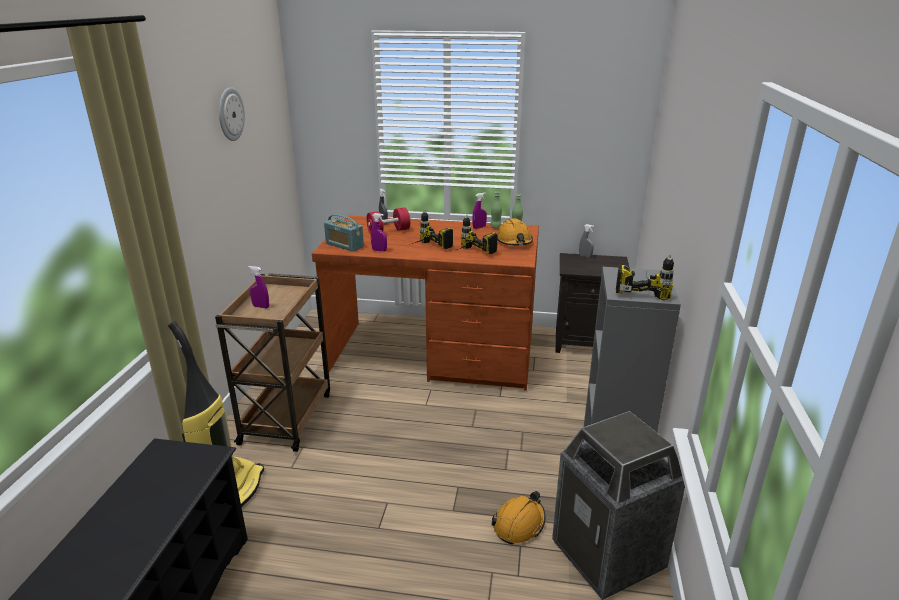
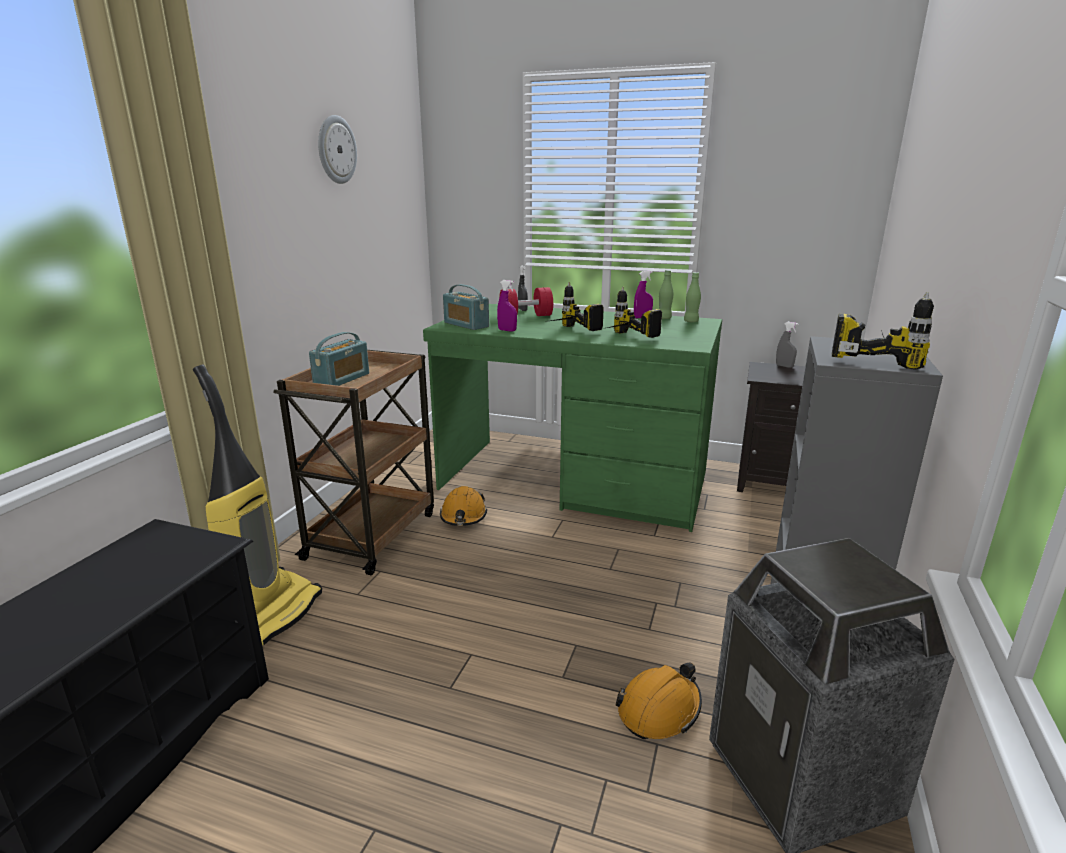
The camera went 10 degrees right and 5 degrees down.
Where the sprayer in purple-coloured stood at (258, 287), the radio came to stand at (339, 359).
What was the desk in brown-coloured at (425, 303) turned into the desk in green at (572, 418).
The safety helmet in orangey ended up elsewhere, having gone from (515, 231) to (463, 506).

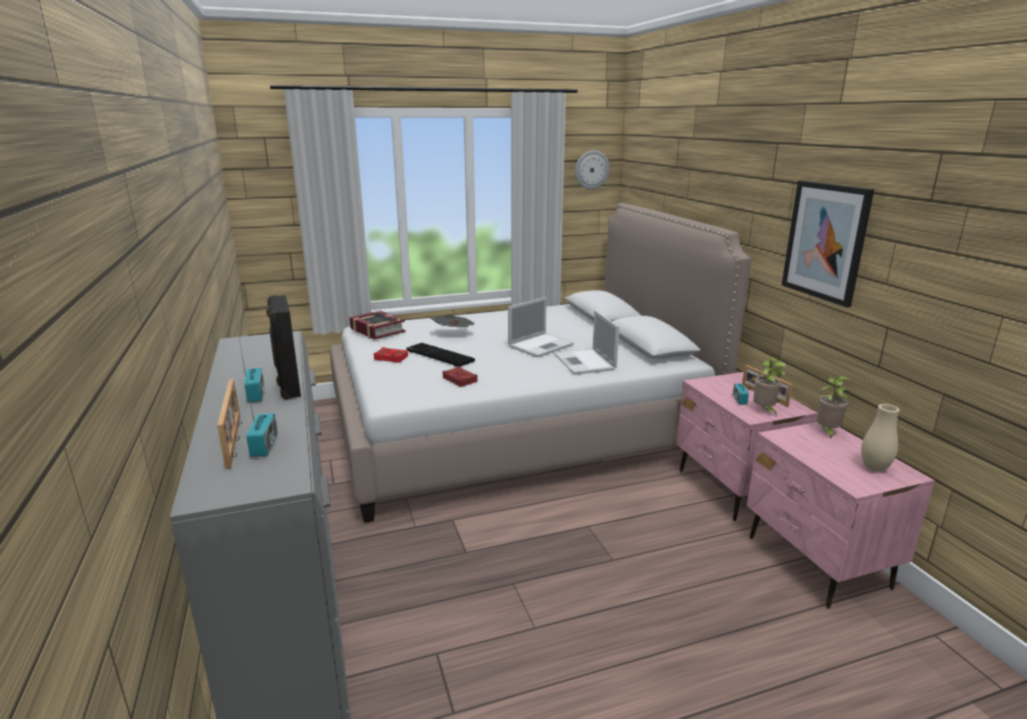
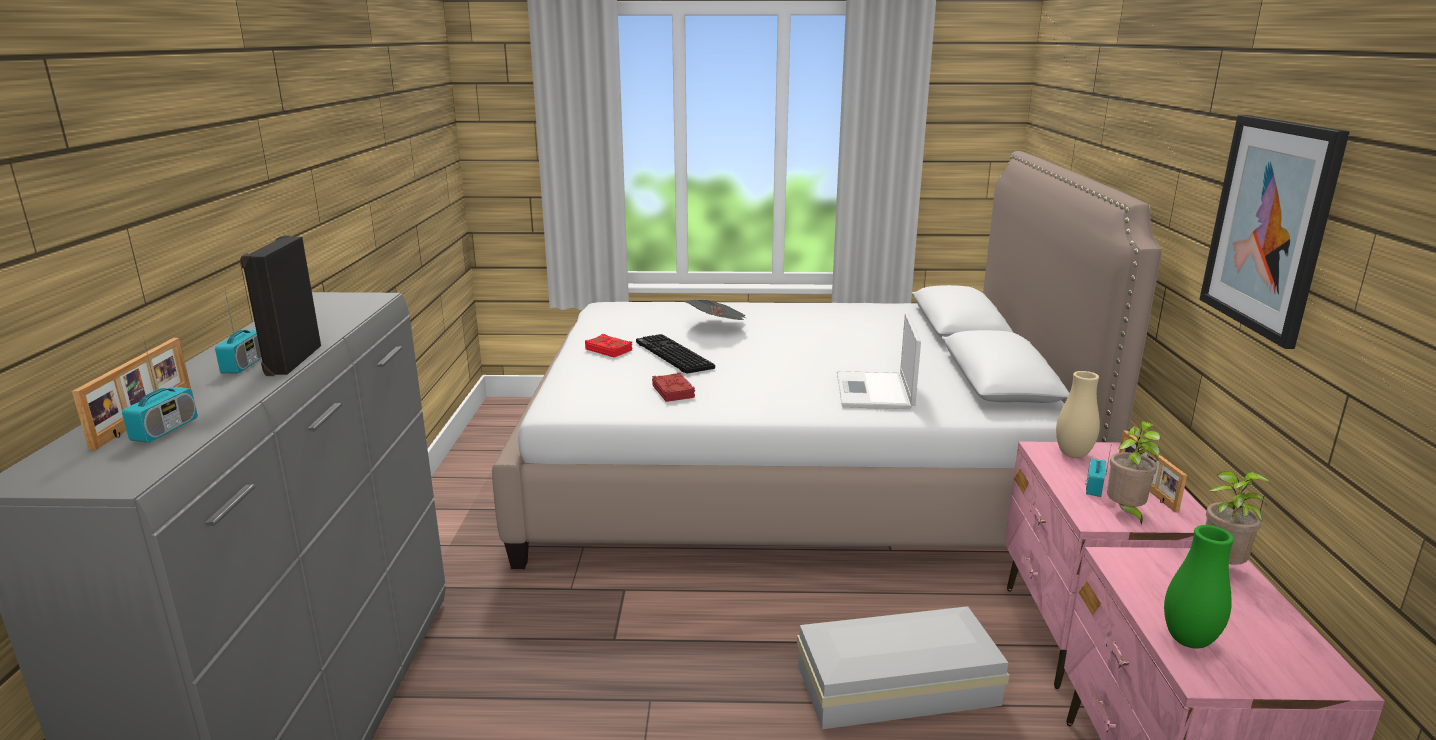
The camera went 20 degrees right and 0 degrees up.
The second view gained the storage container in white at (903, 667).
The flower vase in beige ended up elsewhere, having gone from (880, 438) to (1078, 414).
The second view gained the flower vase in green at (1199, 587).
The second view lost the bound book at (378, 325).
The second view lost the portable computer at (541, 327).
The second view lost the hanging clock at (592, 170).

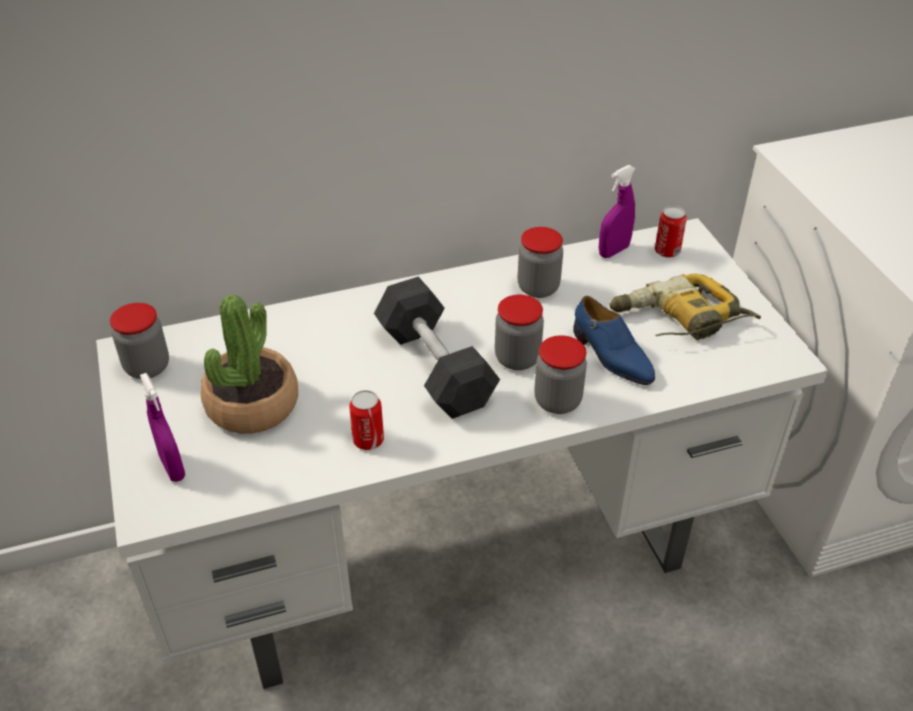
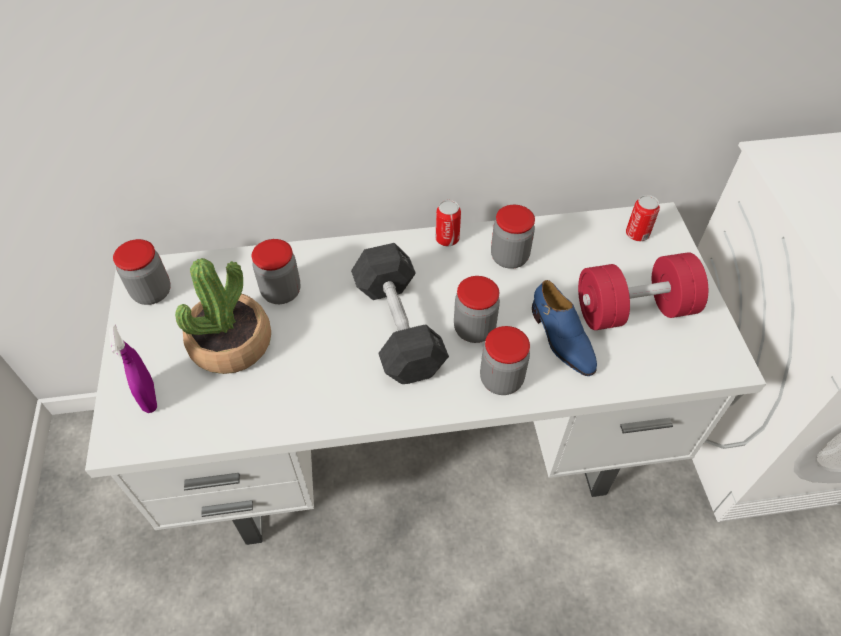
The camera went 10 degrees right and 10 degrees up.
The second view gained the jar at (276, 271).
The sealed can ended up elsewhere, having gone from (366, 420) to (448, 223).
Where the drill stood at (685, 306), the dumbbell in red came to stand at (643, 291).
The second view lost the sprayer in purple-coloured at (617, 211).

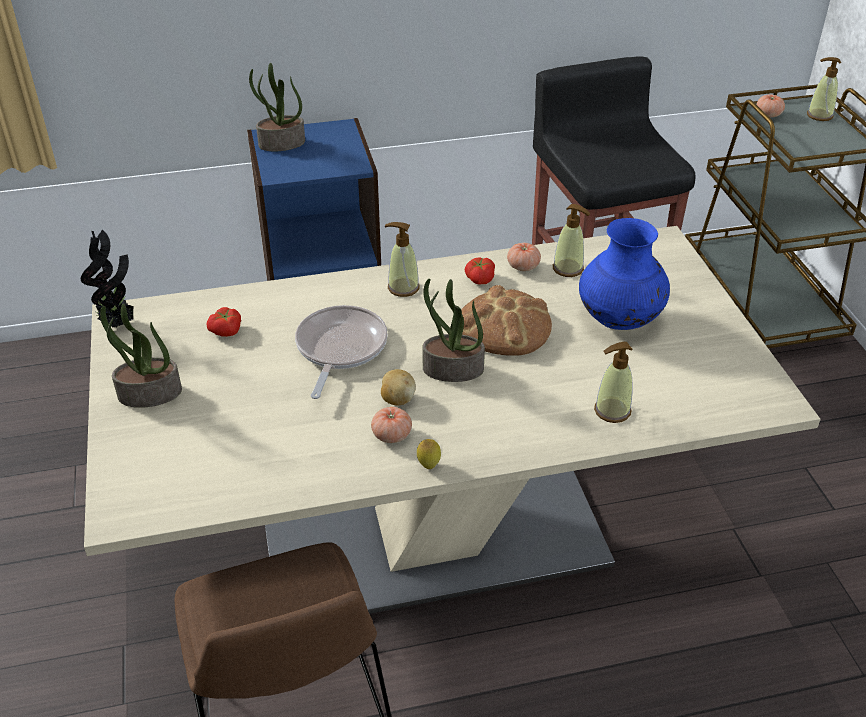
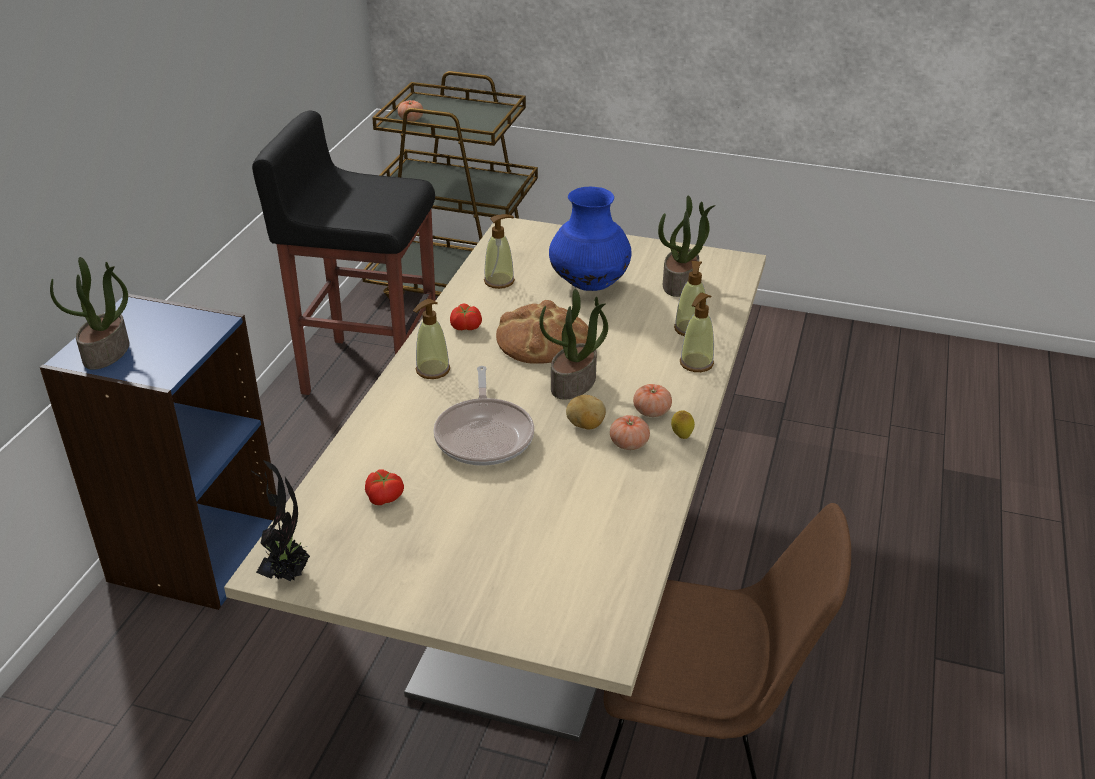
The camera went 60 degrees left and 5 degrees down.
The pan at (341, 352) ended up facing another way, 135 degrees counterclockwise from before.
The fresh tomato ended up elsewhere, having gone from (524, 257) to (652, 400).
The potted plant ended up elsewhere, having gone from (141, 356) to (687, 246).
The soap bottle ended up elsewhere, having gone from (824, 89) to (697, 332).

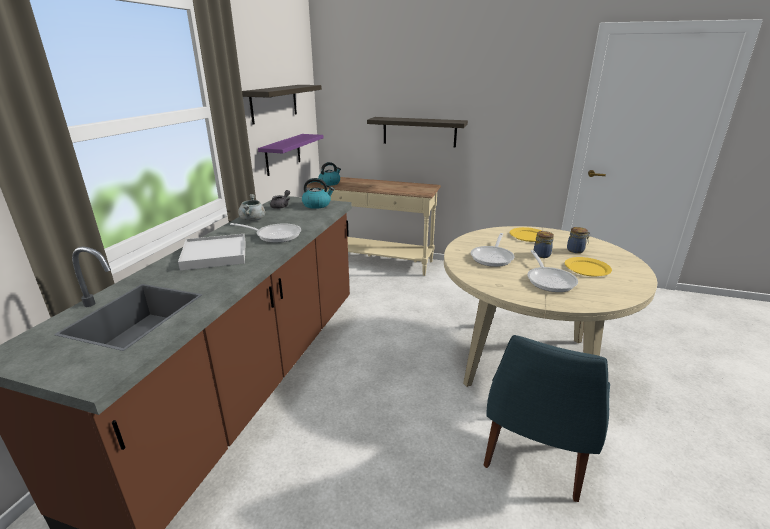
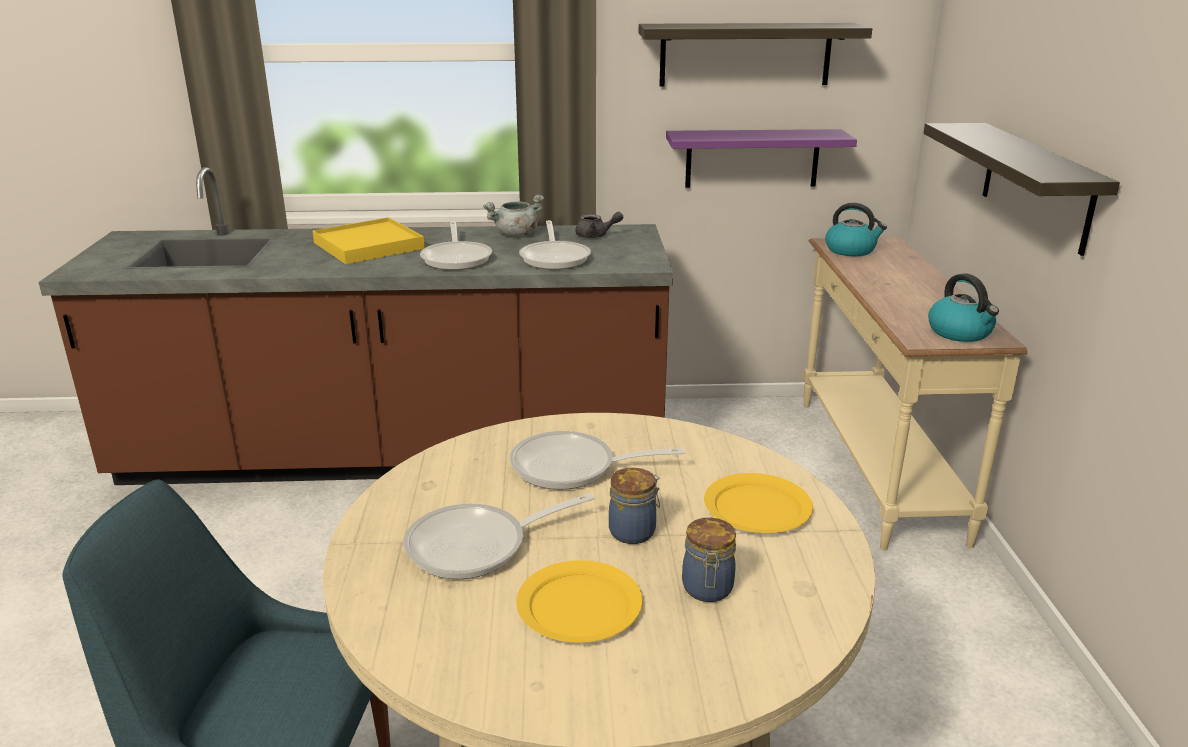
The camera went 70 degrees right and 0 degrees up.
What was the tray in white at (212, 252) turned into the tray in yellow-coloured at (369, 240).
The second view gained the pan at (555, 245).
The kettle ended up elsewhere, having gone from (318, 193) to (963, 307).

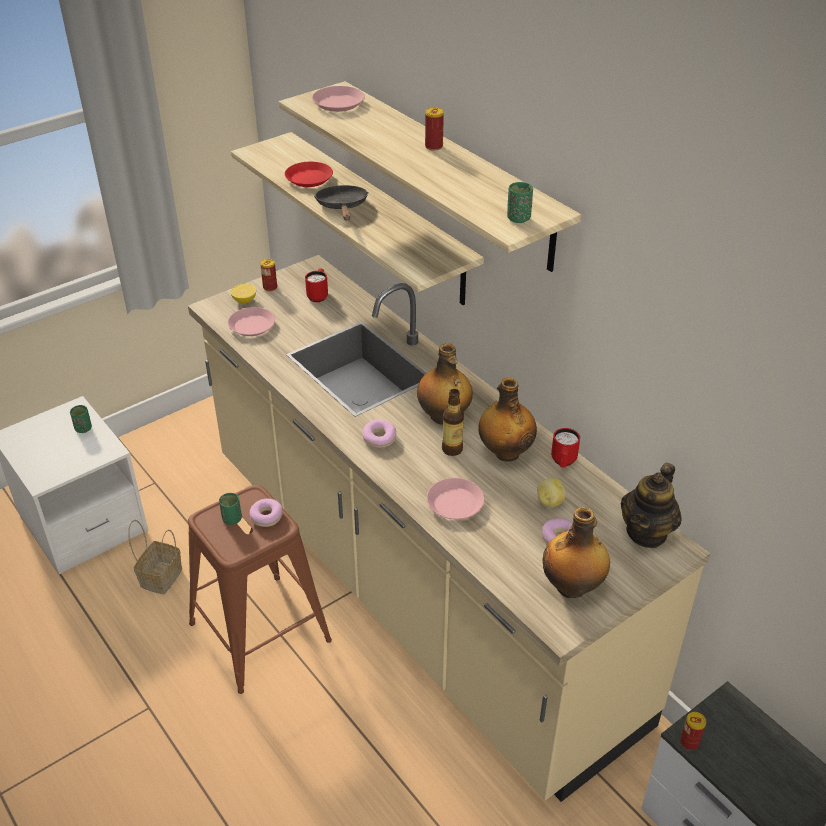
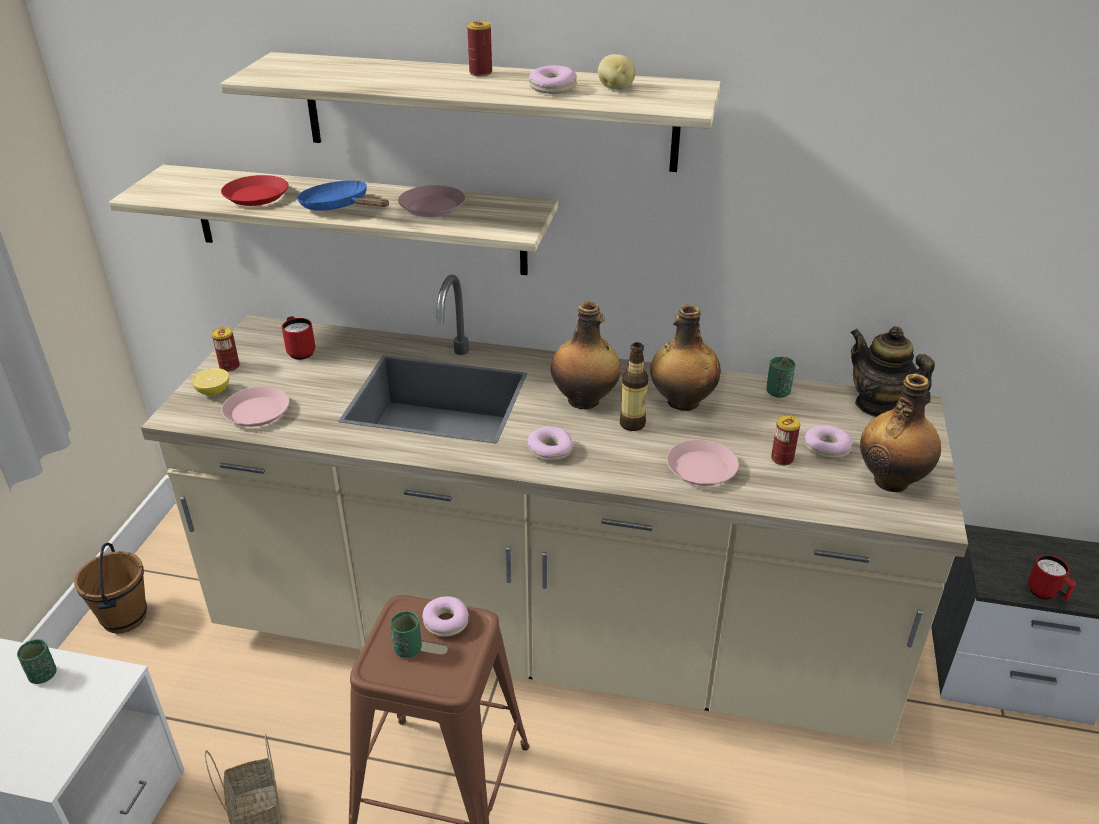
The camera went 40 degrees left and 5 degrees down.
The second view gained the water bucket in brown-coloured at (110, 588).
What was the pan in black-coloured at (341, 202) turned into the pan in bluish at (343, 195).
The plate in pinkish ended up elsewhere, having gone from (338, 99) to (432, 201).
The second view gained the donut at (553, 79).
The spud ended up elsewhere, having gone from (551, 492) to (617, 72).
The drinking cup in green ended up elsewhere, having gone from (520, 202) to (780, 377).
The sealed can ended up elsewhere, having gone from (693, 731) to (786, 440).
The tea pot at (651, 505) ended up facing another way, 150 degrees clockwise from before.
The coffee mug in red ended up elsewhere, having gone from (565, 448) to (1052, 578).

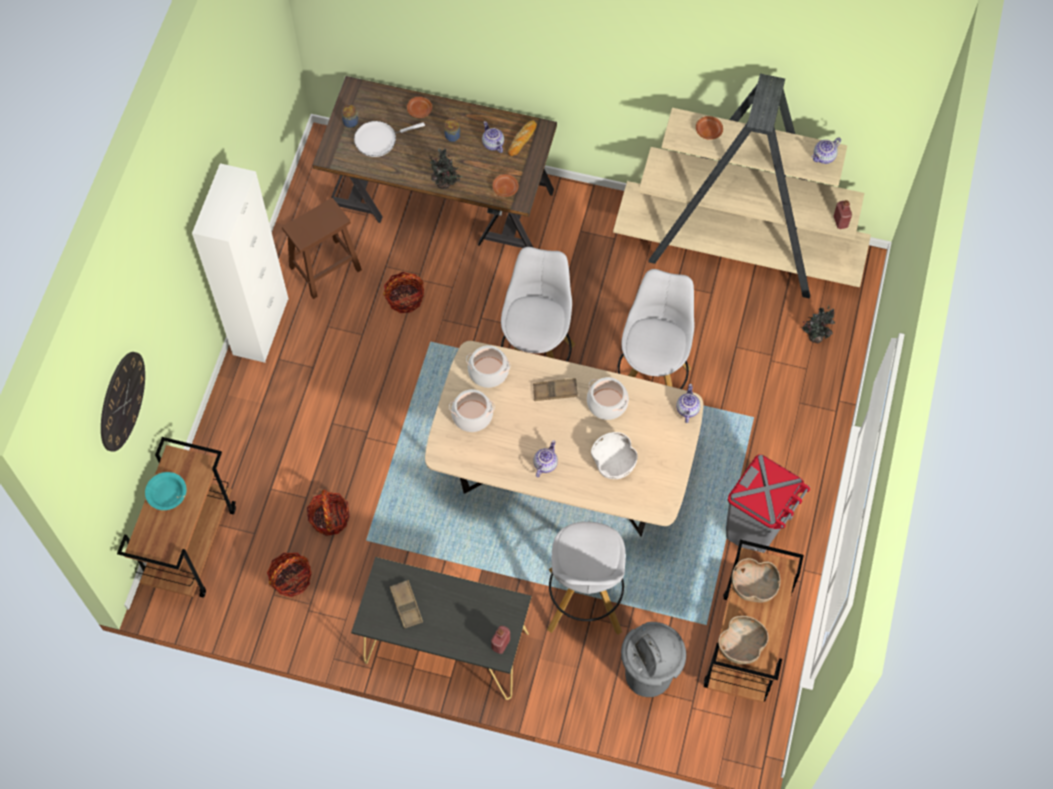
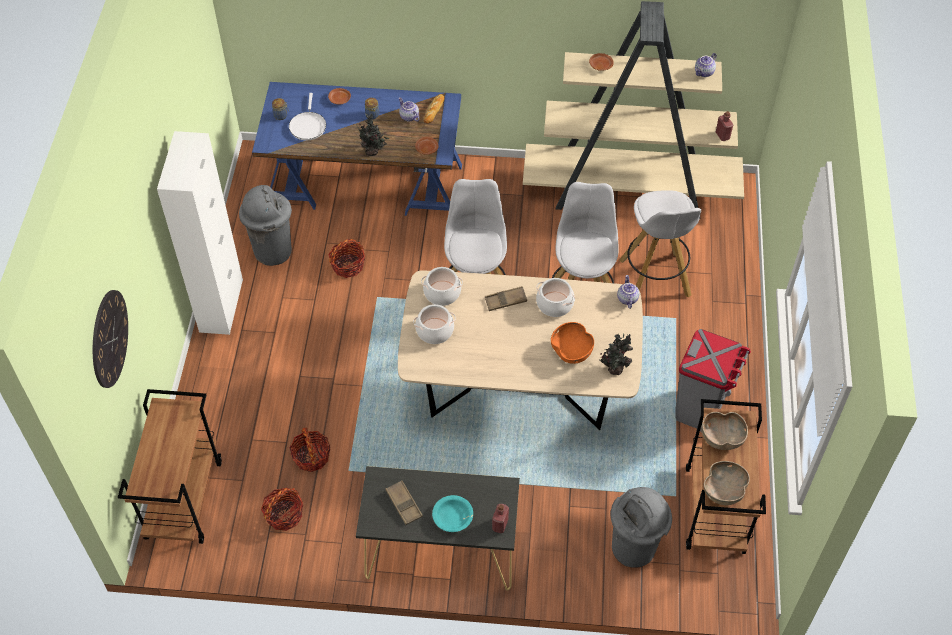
The camera went 10 degrees left and 10 degrees down.
Where the stool in brown-coloured stood at (322, 248), the trash can in gray came to stand at (265, 225).
What was the desk in brown-coloured at (434, 162) turned into the desk in bluish at (357, 149).
The pan in white at (389, 139) ended up facing another way, 60 degrees counterclockwise from before.
The serving bowl in turquoise ended up elsewhere, having gone from (166, 491) to (452, 513).
What was the serving bowl in white at (614, 455) turned into the serving bowl in orangey at (572, 343).
The potted plant ended up elsewhere, having gone from (818, 324) to (616, 354).
The stool in white ended up elsewhere, having gone from (586, 578) to (660, 243).
The second view lost the tea pot at (545, 458).

